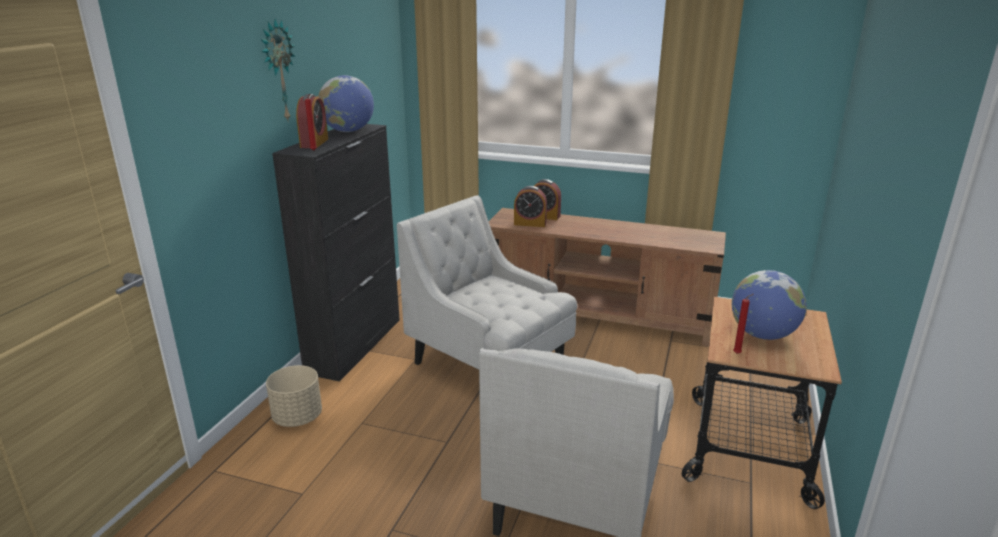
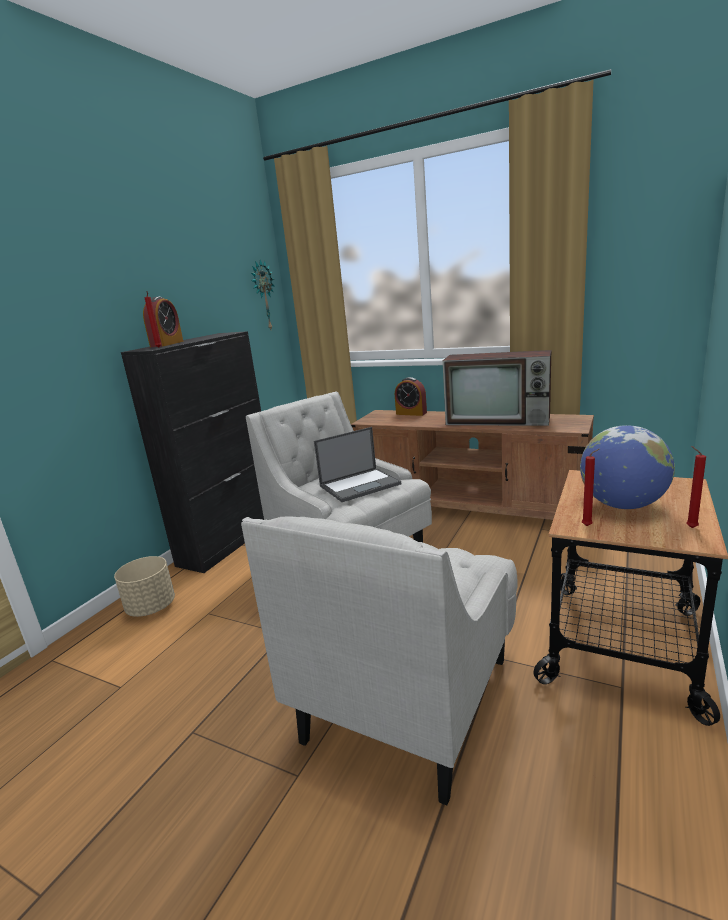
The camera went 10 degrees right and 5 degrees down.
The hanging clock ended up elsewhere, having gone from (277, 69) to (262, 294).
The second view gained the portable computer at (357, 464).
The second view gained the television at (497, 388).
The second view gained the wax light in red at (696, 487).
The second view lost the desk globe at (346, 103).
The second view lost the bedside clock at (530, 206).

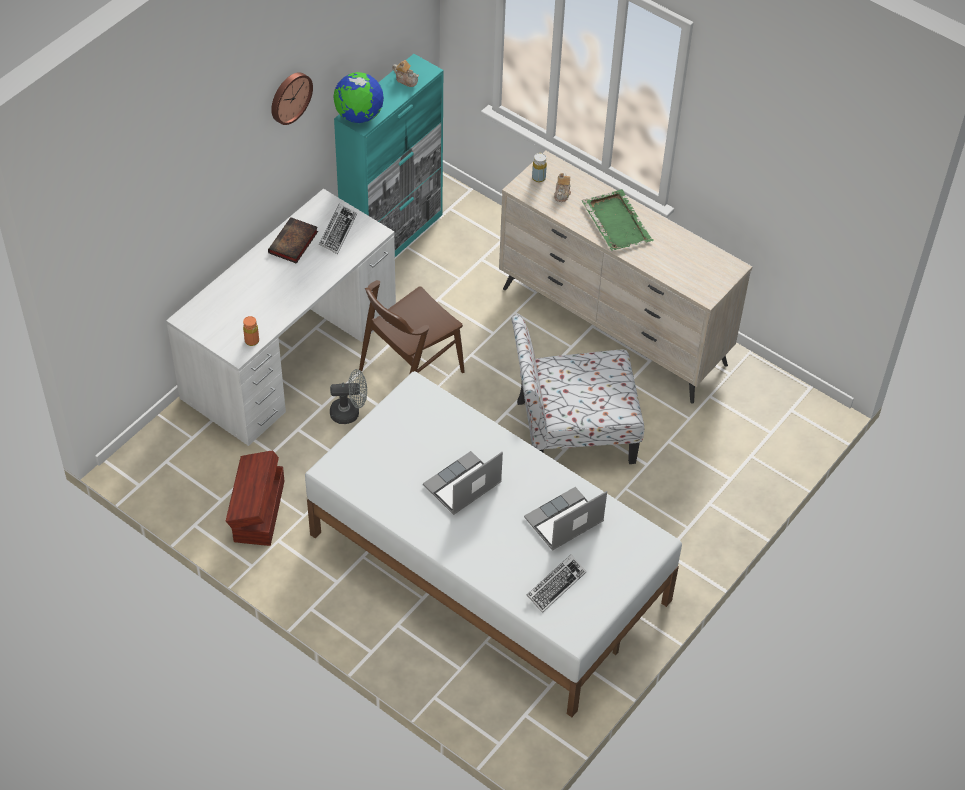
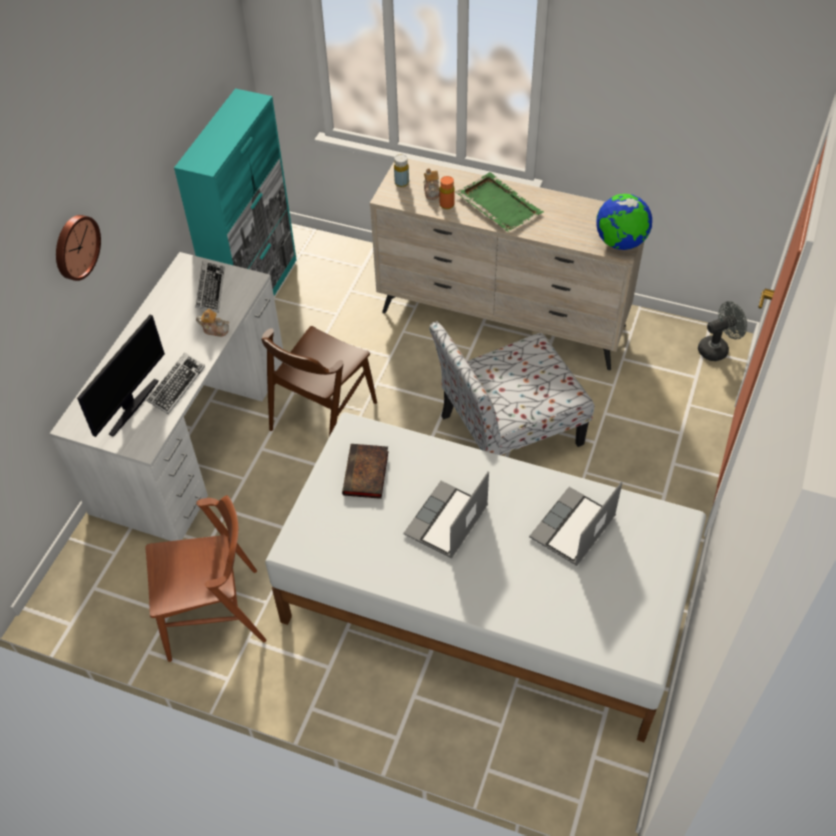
The camera went 15 degrees left and 0 degrees up.
The hanging clock ended up elsewhere, having gone from (292, 98) to (78, 248).
The second view gained the computer display at (121, 376).
Where the storage container in brown-coloured stood at (255, 498), the plain chair in brown-coloured came to stand at (205, 578).
The PC keyboard ended up elsewhere, having gone from (556, 584) to (176, 383).
The tea pot ended up elsewhere, having gone from (405, 73) to (212, 323).
The bound book ended up elsewhere, having gone from (293, 240) to (365, 471).
The drink bottle in orangey ended up elsewhere, having gone from (251, 331) to (447, 193).
The desk globe ended up elsewhere, having gone from (359, 97) to (624, 222).
The cooling fan in gray ended up elsewhere, having gone from (348, 396) to (722, 331).

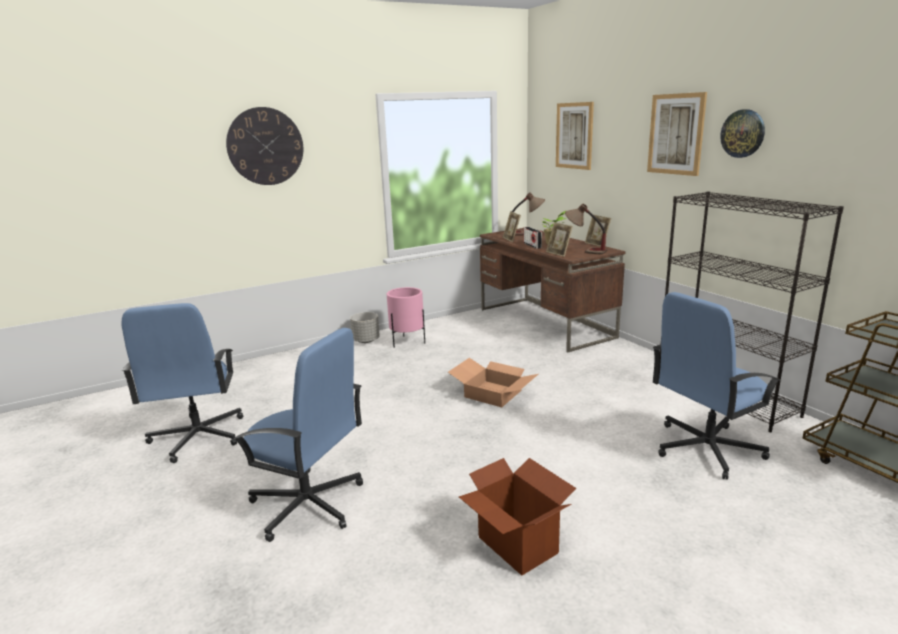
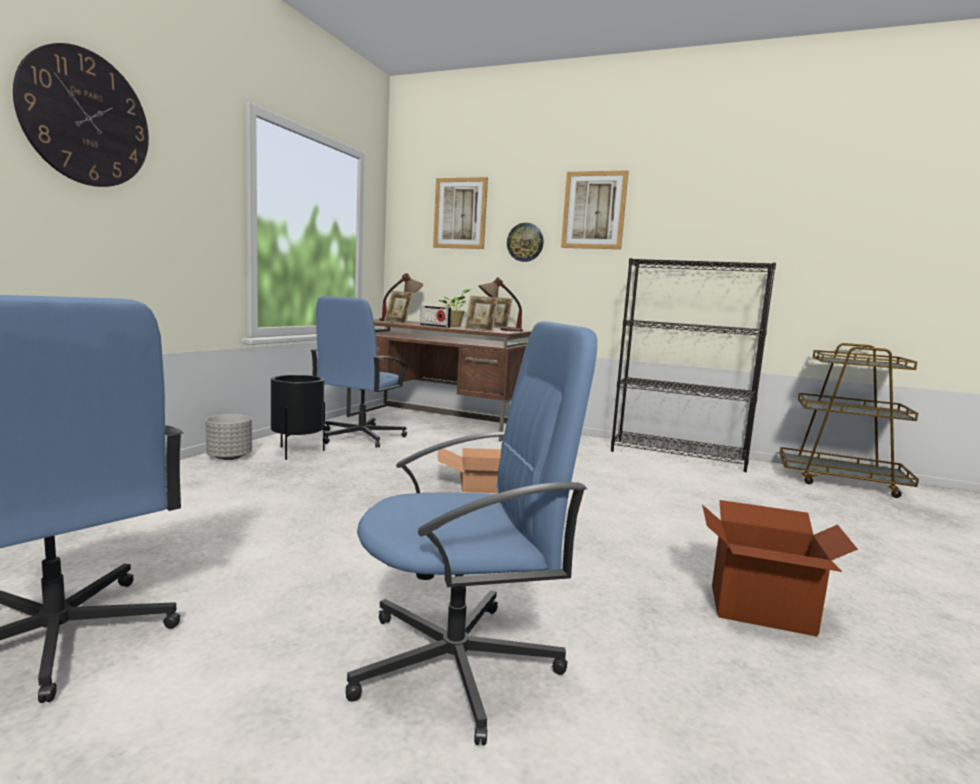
The camera went 40 degrees left and 10 degrees down.
What was the flower pot in pinkish at (406, 317) turned into the flower pot in black-coloured at (298, 417).
The desk chair in bluish ended up elsewhere, having gone from (717, 386) to (359, 372).
The hanging clock ended up elsewhere, having gone from (742, 133) to (525, 242).

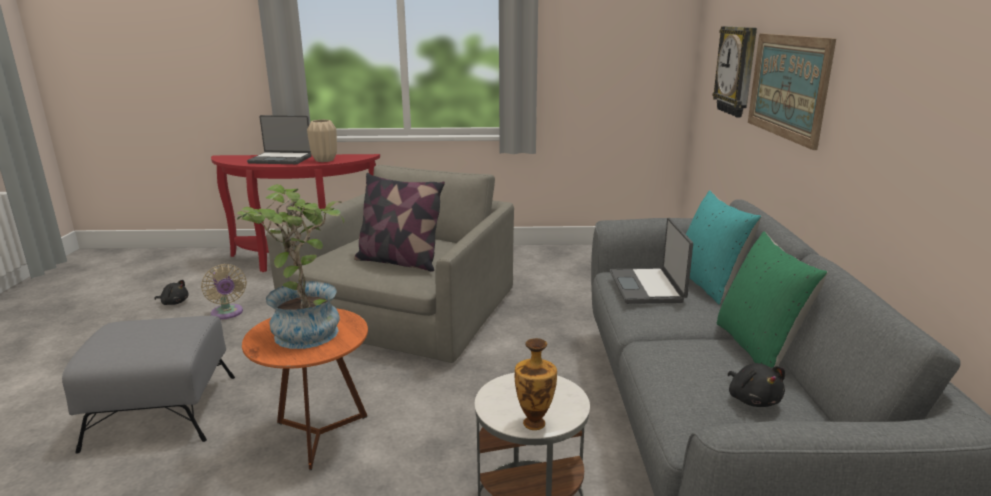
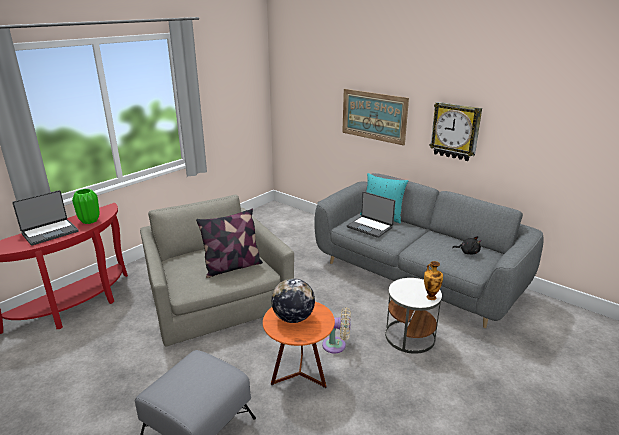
The camera went 50 degrees left and 5 degrees up.
What was the flower vase in beige at (322, 140) turned into the flower vase in green at (86, 206).
Where the potted plant stood at (291, 266), the desk globe came to stand at (293, 300).
The cooling fan in beige ended up elsewhere, having gone from (224, 292) to (336, 330).
The hanging clock ended up elsewhere, having gone from (734, 71) to (456, 131).
The second view lost the soft toy in black-coloured at (171, 292).
The second view lost the cushion in green at (772, 299).

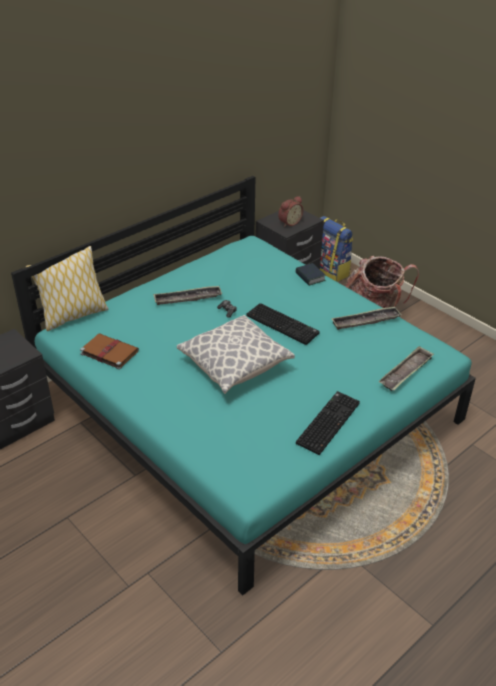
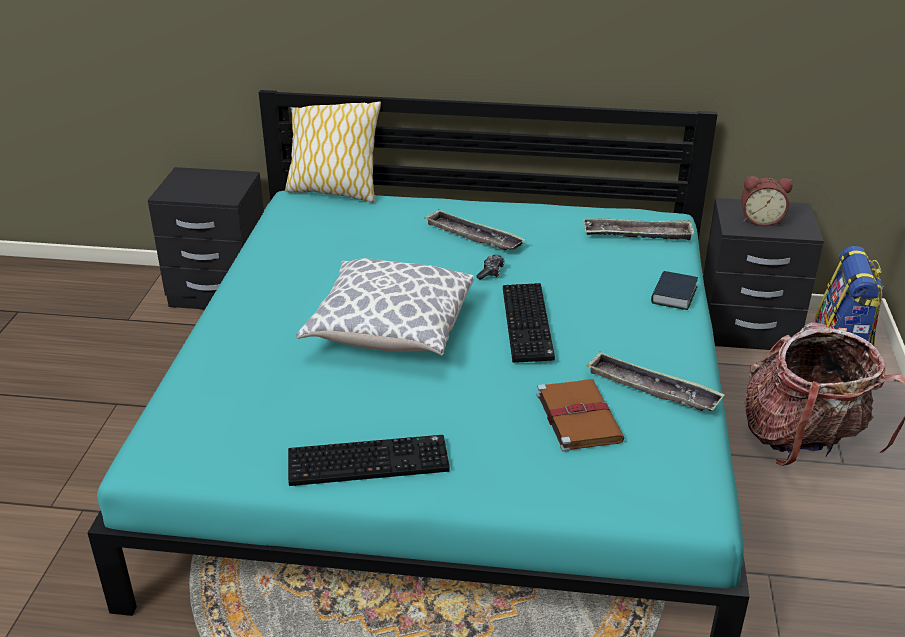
The camera went 50 degrees right and 5 degrees down.
The bound book in brown-coloured ended up elsewhere, having gone from (109, 351) to (580, 415).
The tray ended up elsewhere, having gone from (406, 368) to (639, 229).

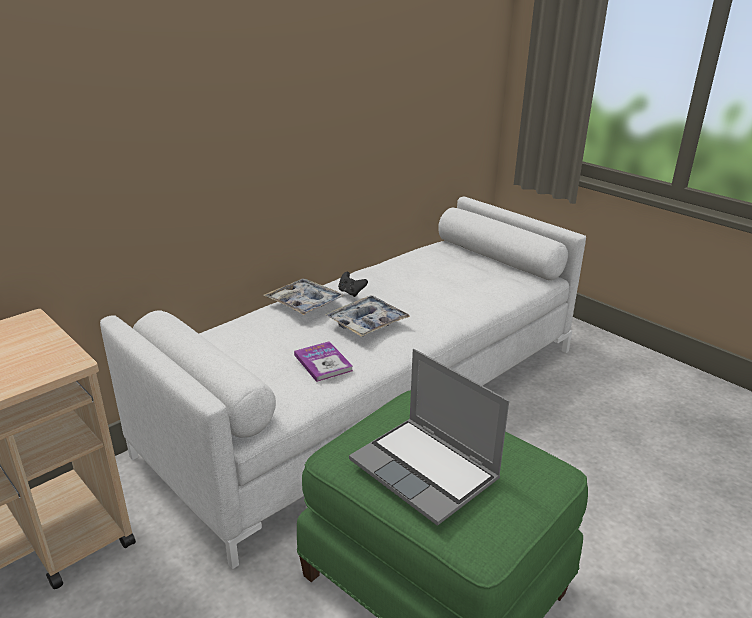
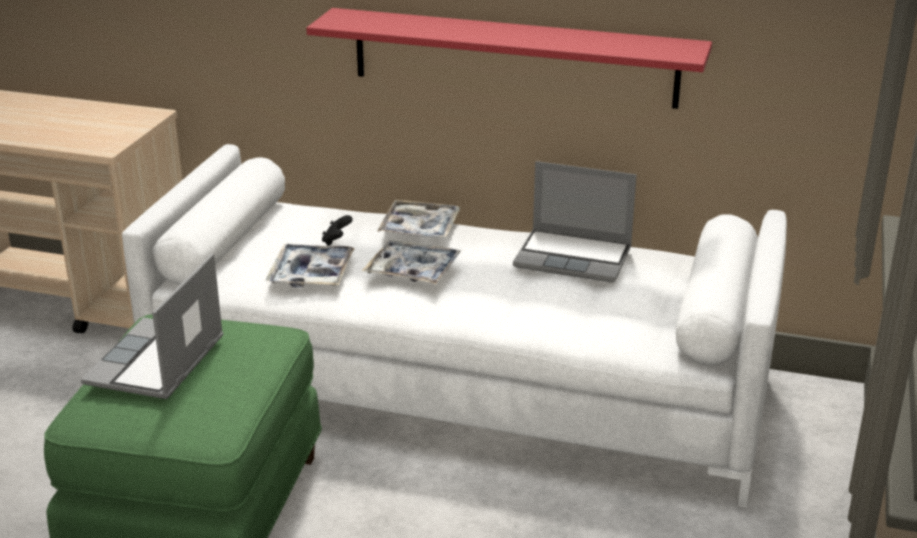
The camera went 60 degrees right and 0 degrees up.
Where the bound book stood at (323, 361), the tray came to stand at (310, 266).
The second view gained the bracket shelf in red at (509, 58).
The joypad in black-coloured ended up elsewhere, having gone from (353, 284) to (337, 230).
The second view gained the portable computer at (575, 222).

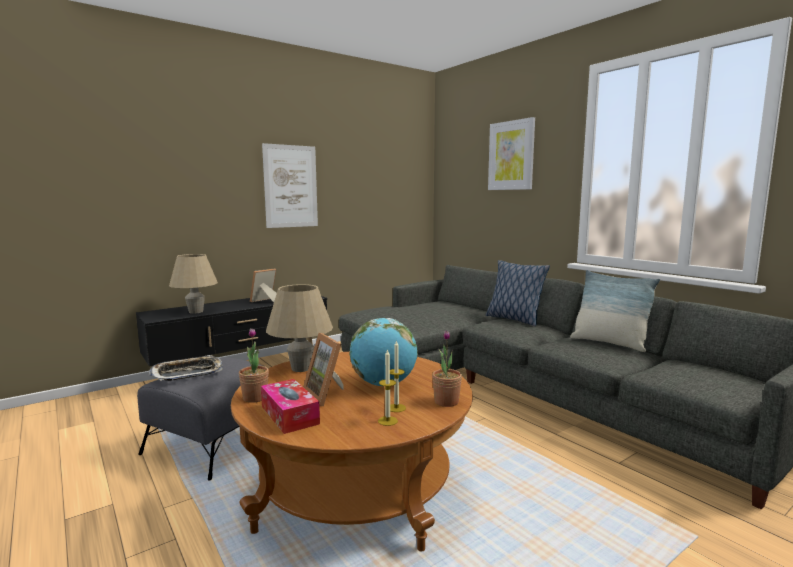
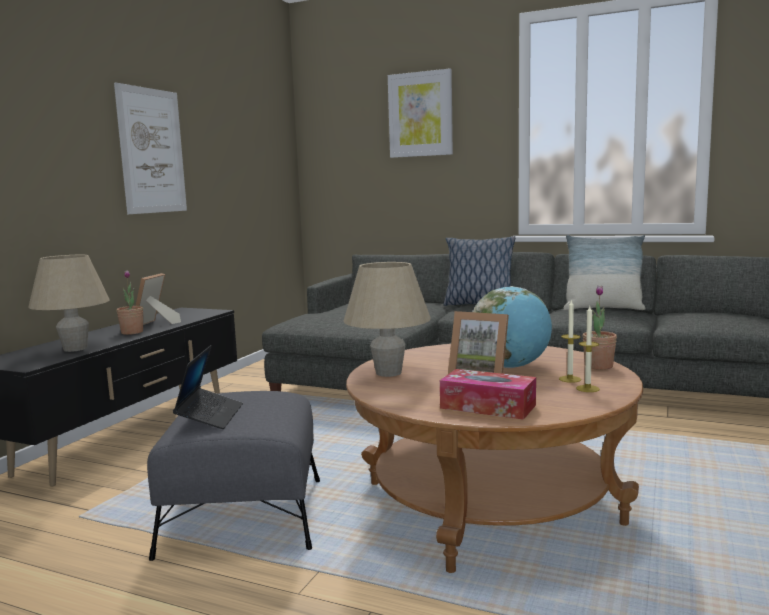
The camera went 30 degrees left and 0 degrees up.
The potted plant ended up elsewhere, having gone from (254, 365) to (130, 302).
Where the tray stood at (185, 368), the portable computer came to stand at (208, 387).

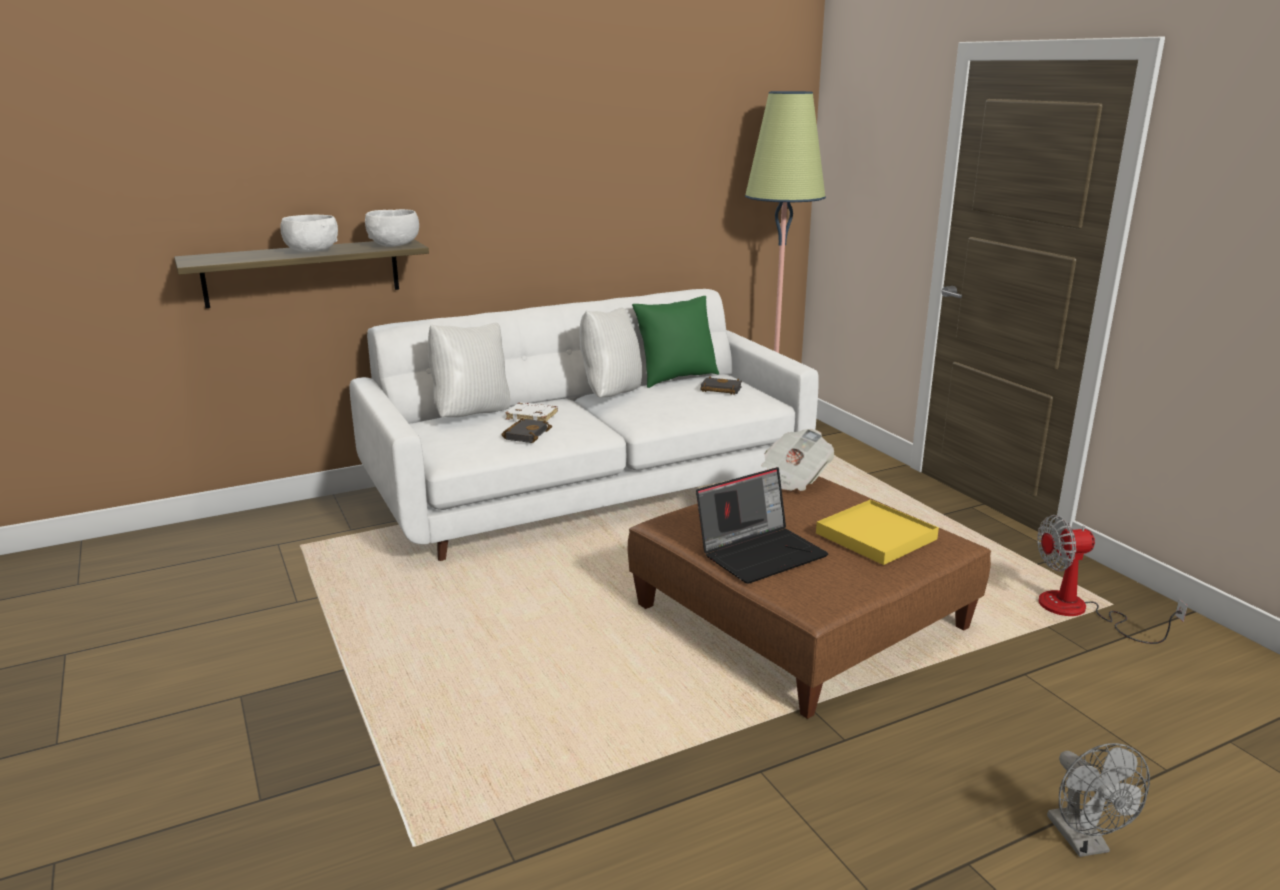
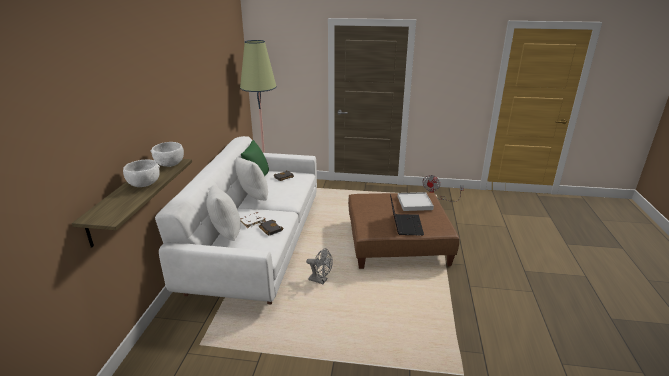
The camera went 55 degrees left and 5 degrees up.
The cooling fan in gray ended up elsewhere, having gone from (1098, 800) to (319, 266).
What was the tray in yellow-coloured at (877, 532) turned into the tray in white at (416, 201).
The second view lost the daily paper at (797, 460).

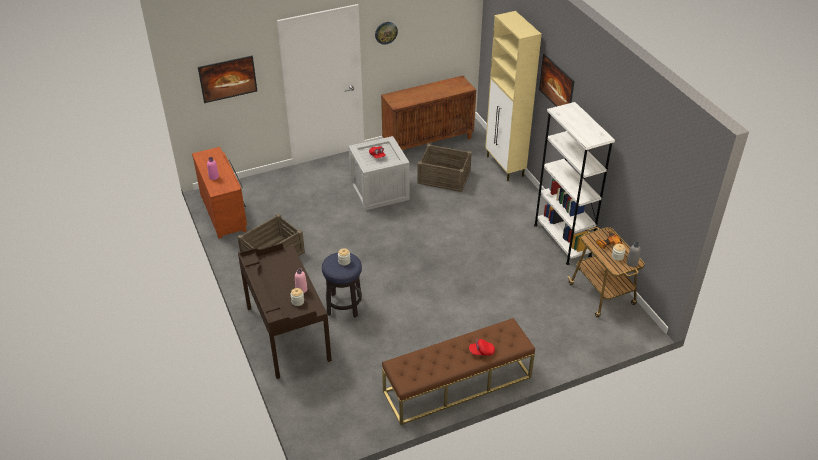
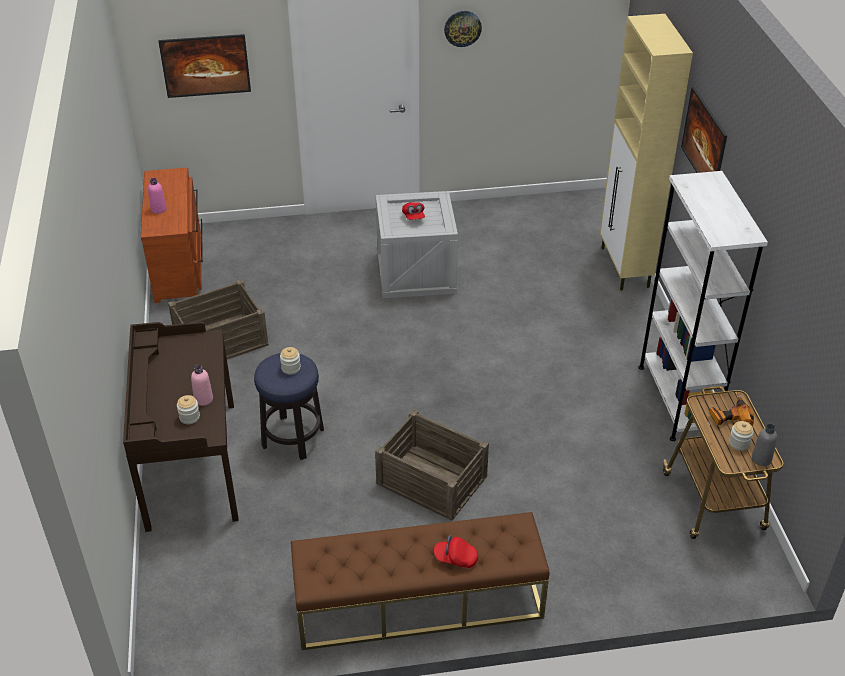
The camera went 15 degrees right and 0 degrees up.
The shipping crate ended up elsewhere, having gone from (444, 168) to (432, 465).
The second view lost the storage cabinet in brown-coloured at (428, 113).

